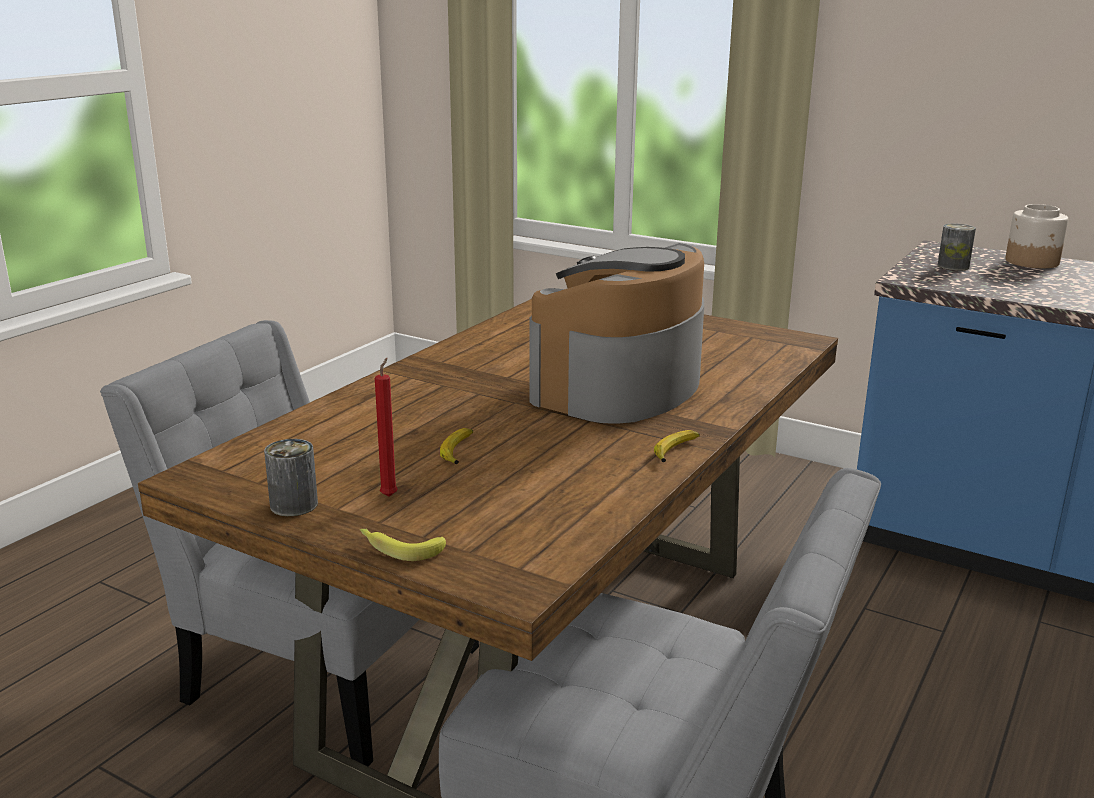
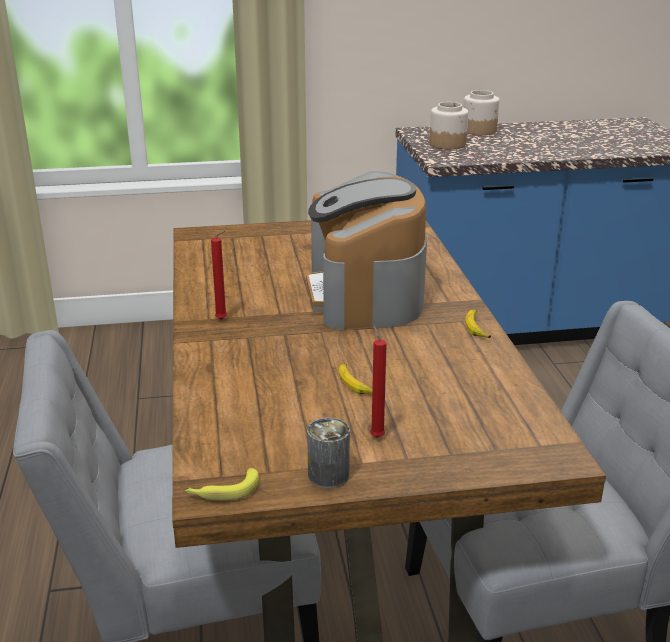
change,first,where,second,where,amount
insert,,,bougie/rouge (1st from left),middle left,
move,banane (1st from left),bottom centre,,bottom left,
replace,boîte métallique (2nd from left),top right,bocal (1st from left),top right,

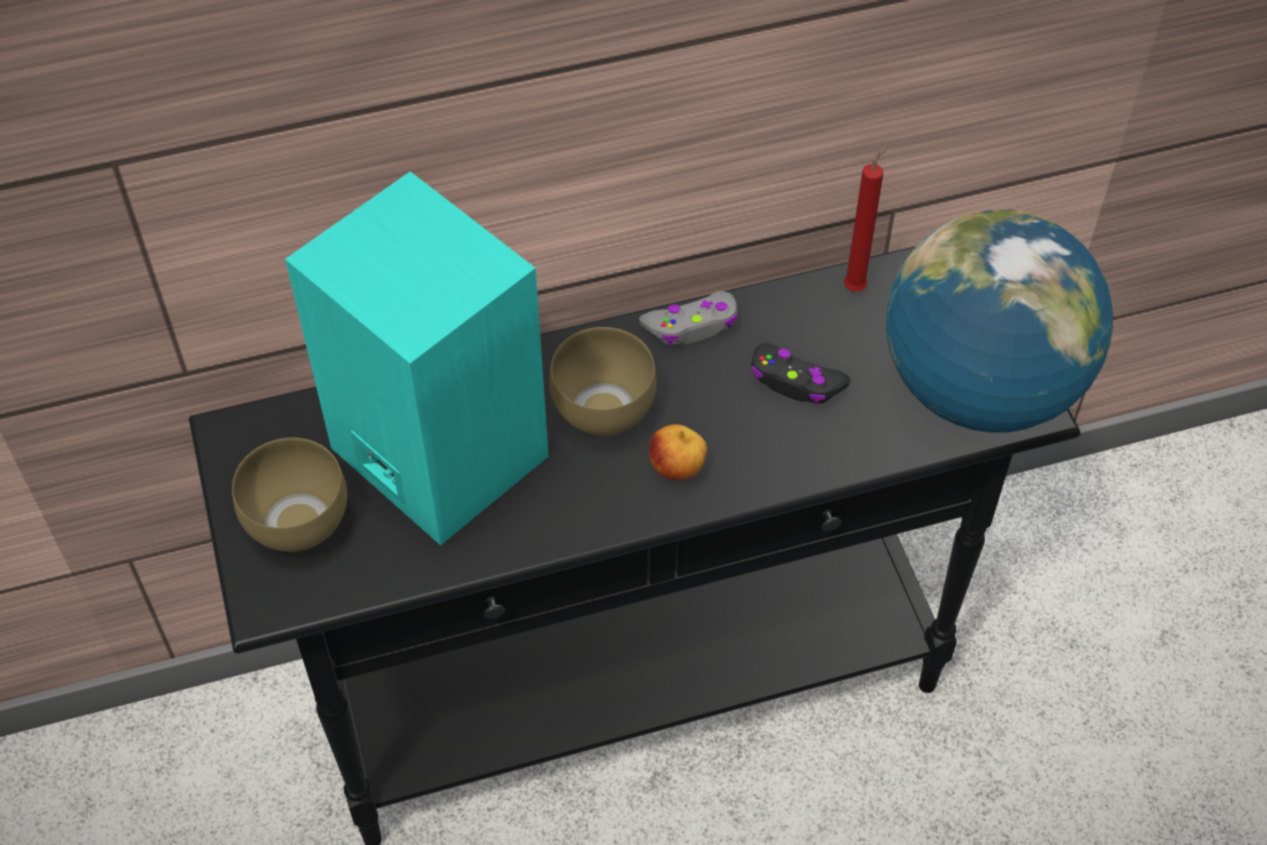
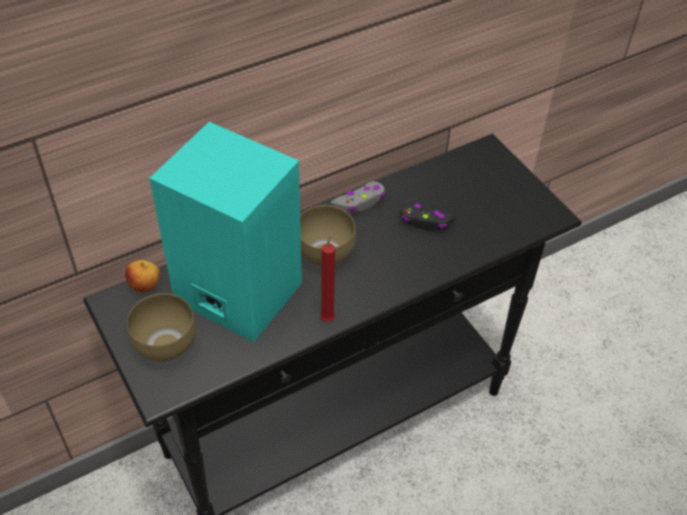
change,first,where,second,where,amount
delete,globe,middle right,,,
move,pomme,centre,,middle left,
move,bougie/rouge,top right,,centre,

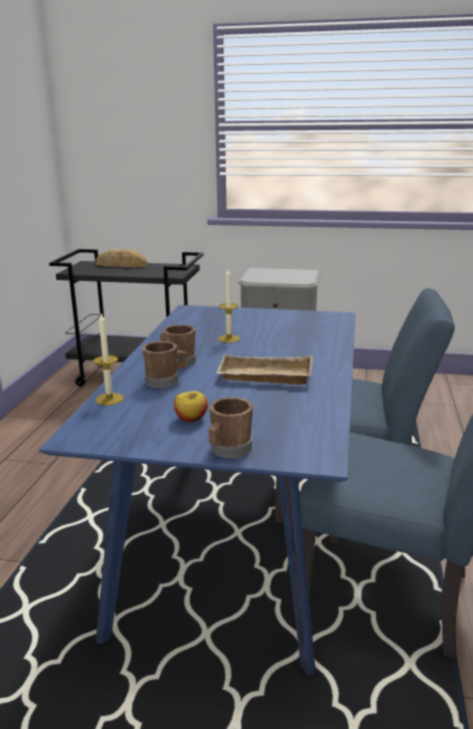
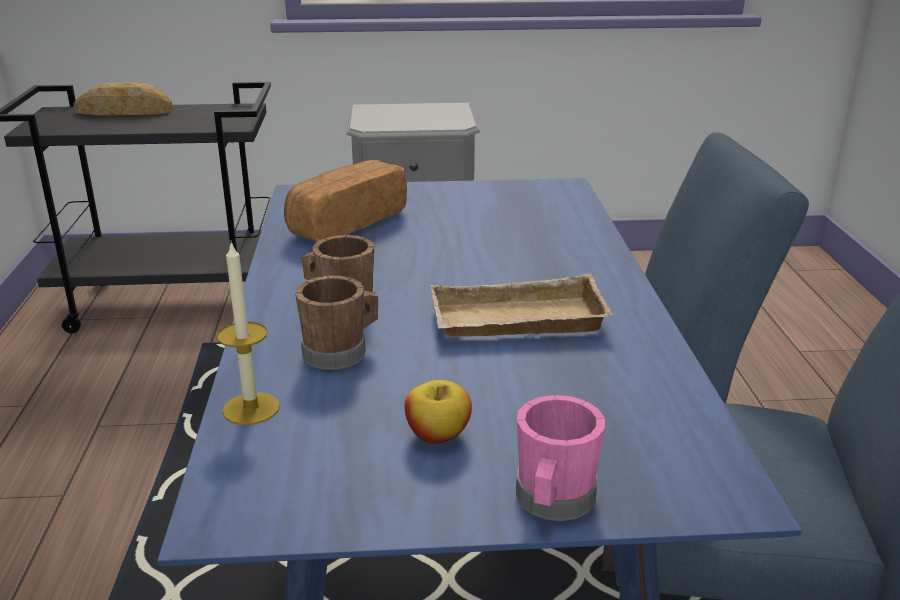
change,first,where,second,where,amount
delete,bougie (2nd from left),centre,,,
insert,,,pain (2nd from left),centre,
recolor,mug/marron (3rd from left),centre,mug/rose,bottom centre,

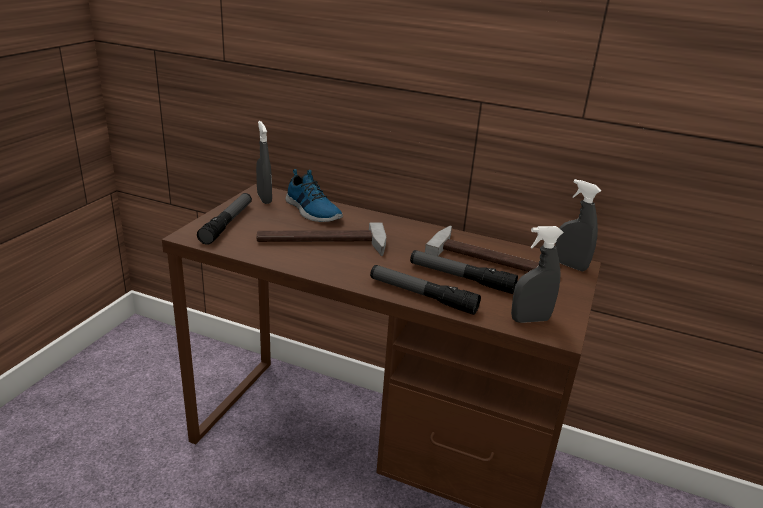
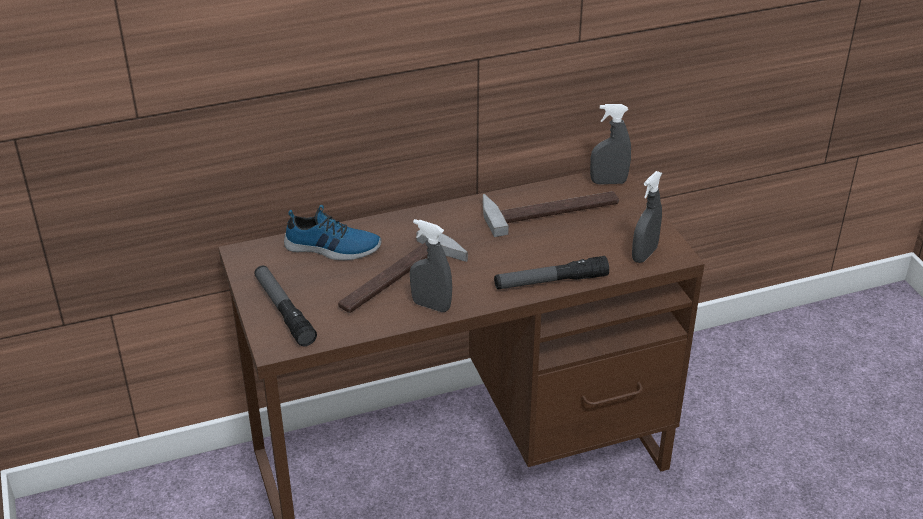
change,first,where,second,where,amount
delete,lampe de poche (3rd from left),centre,,,
move,vaporisateur/gris (1st from left),top centre,,centre,

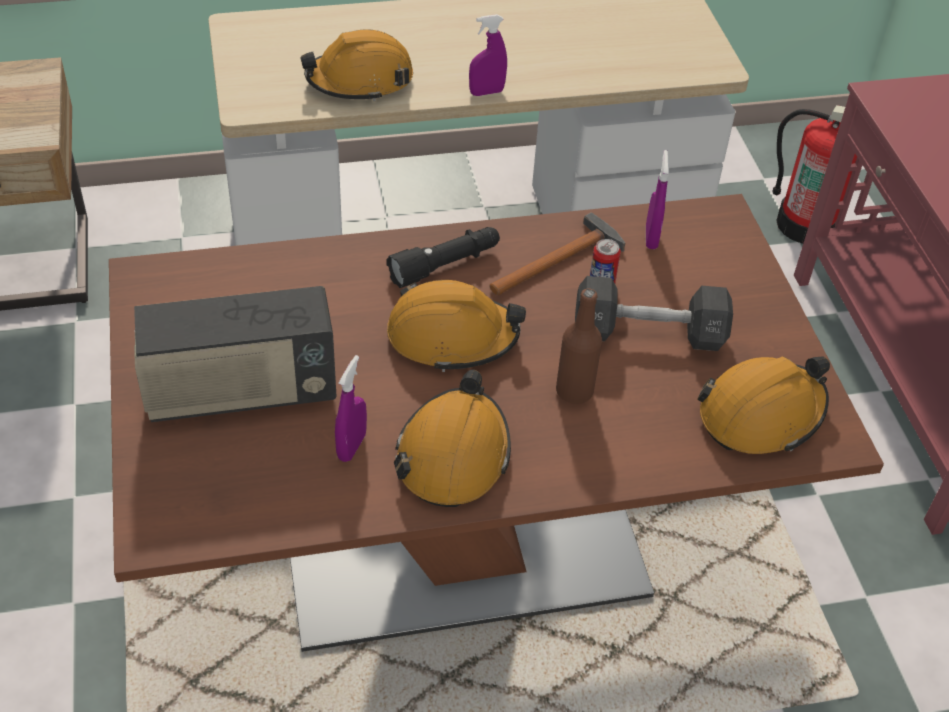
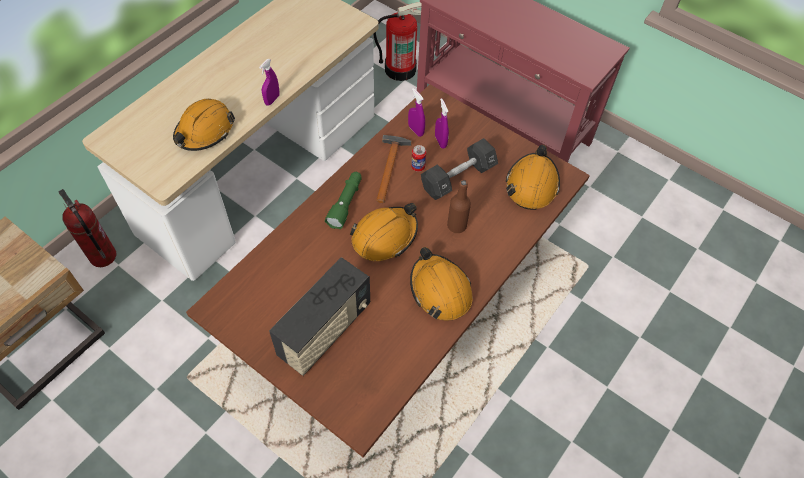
change,first,where,second,where,amount
insert,,,extincteur (1st from left),middle left,
move,vaporisateur/violet (1st from left in the first image),centre,vaporisateur/violet (3rd from left),top centre,
recolor,lampe de poche/noir,centre,lampe de poche/vert,centre,

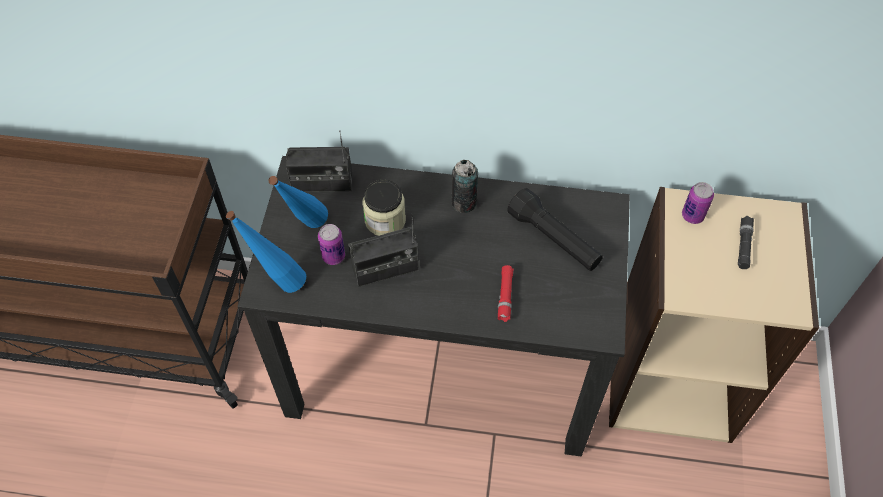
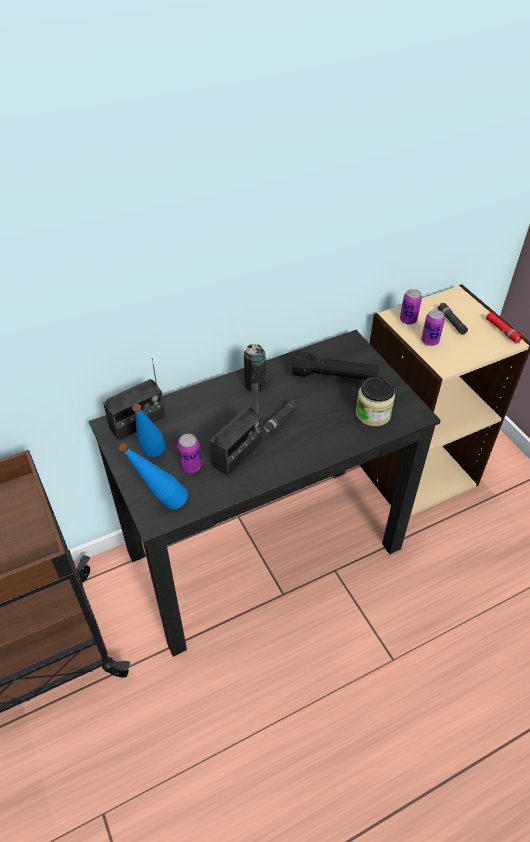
change,first,where,second,where,amount
insert,,,lampe de poche/noir (1st from left),centre,
insert,,,boîte métallique (4th from left),middle right,
move,bocal,centre,,middle right,
move,lampe de poche/rouge,centre,,middle right,

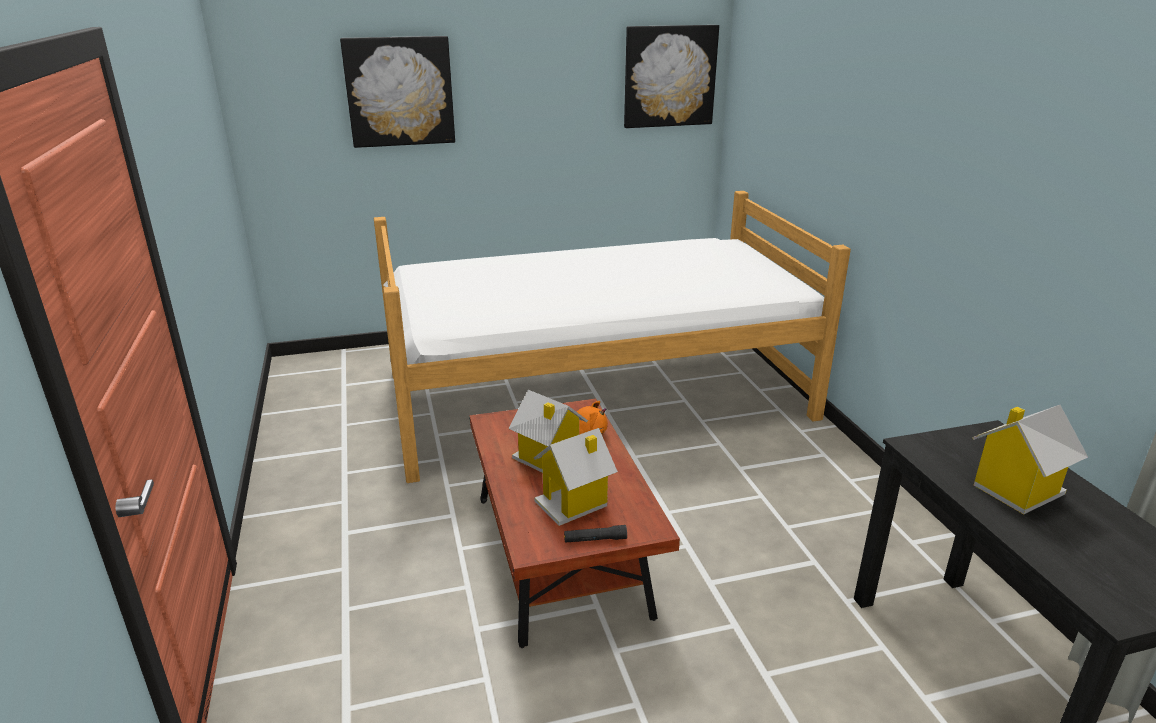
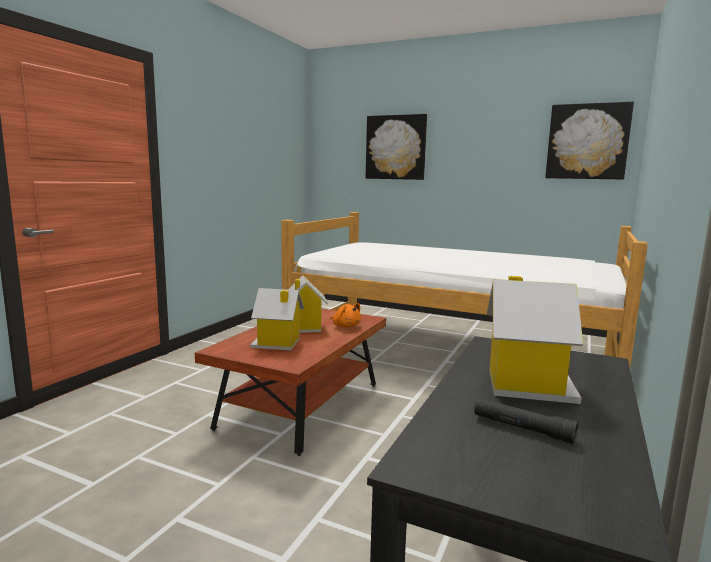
change,first,where,second,where,amount
move,lampe de poche/noir,bottom centre,,bottom right,

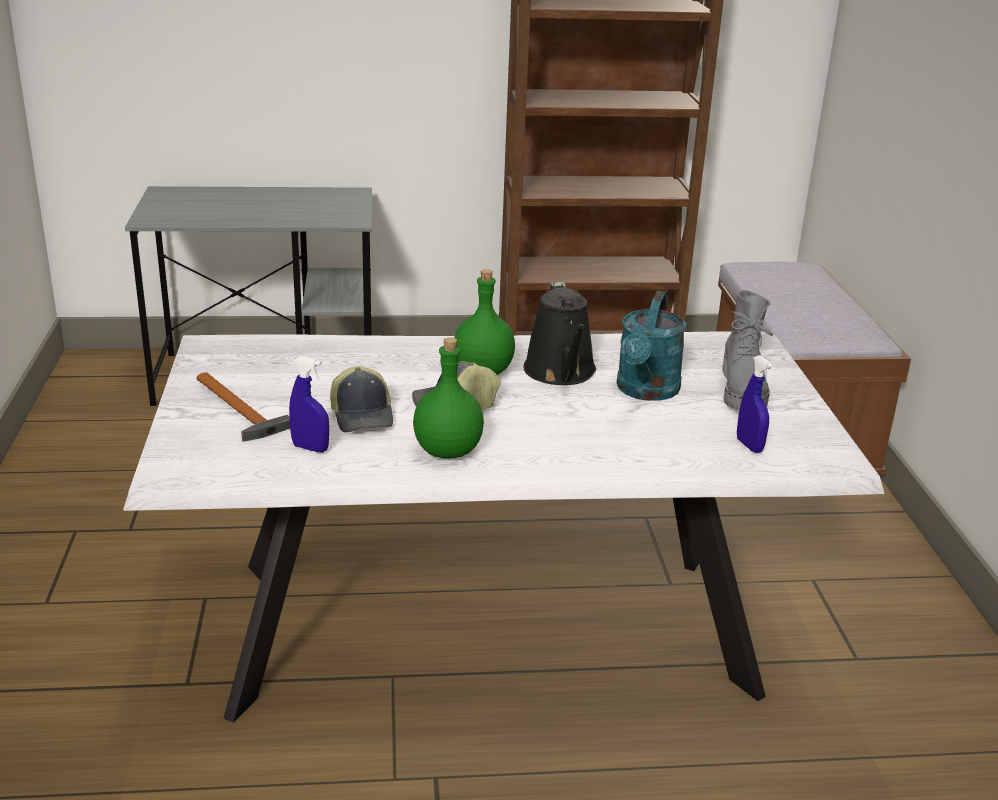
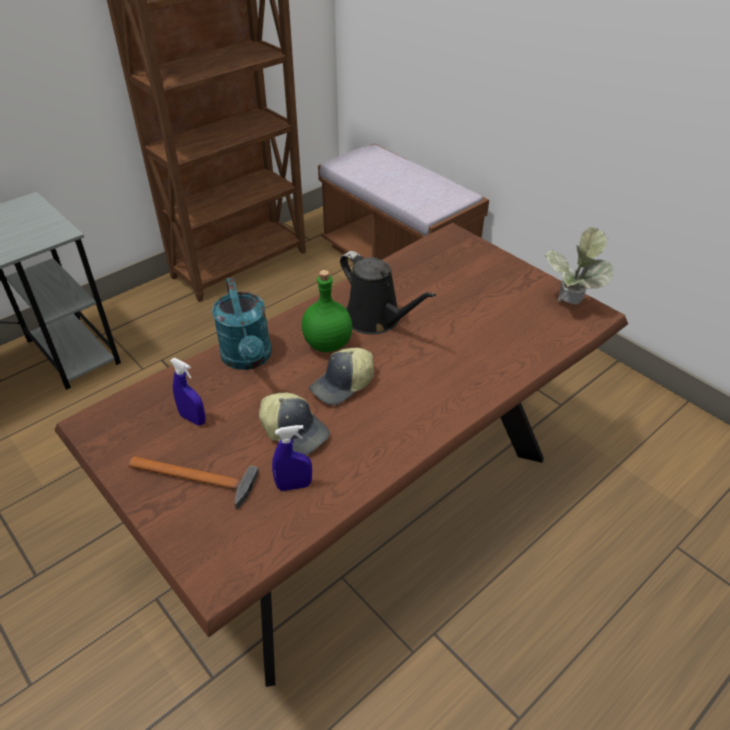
change,first,where,second,where,amount
delete,bouteille/vert (1st from left),centre,,,
delete,botte/gris,middle right,,,
insert,,,plante en pot,middle right,
move,arrosoir/turquoise,centre,,middle left,
move,vaporisateur/bleu (2nd from left in the first image),middle right,vaporisateur/bleu (1st from left),middle left,
recolor,table à manger/blanc,centre,table à manger/marron,centre,

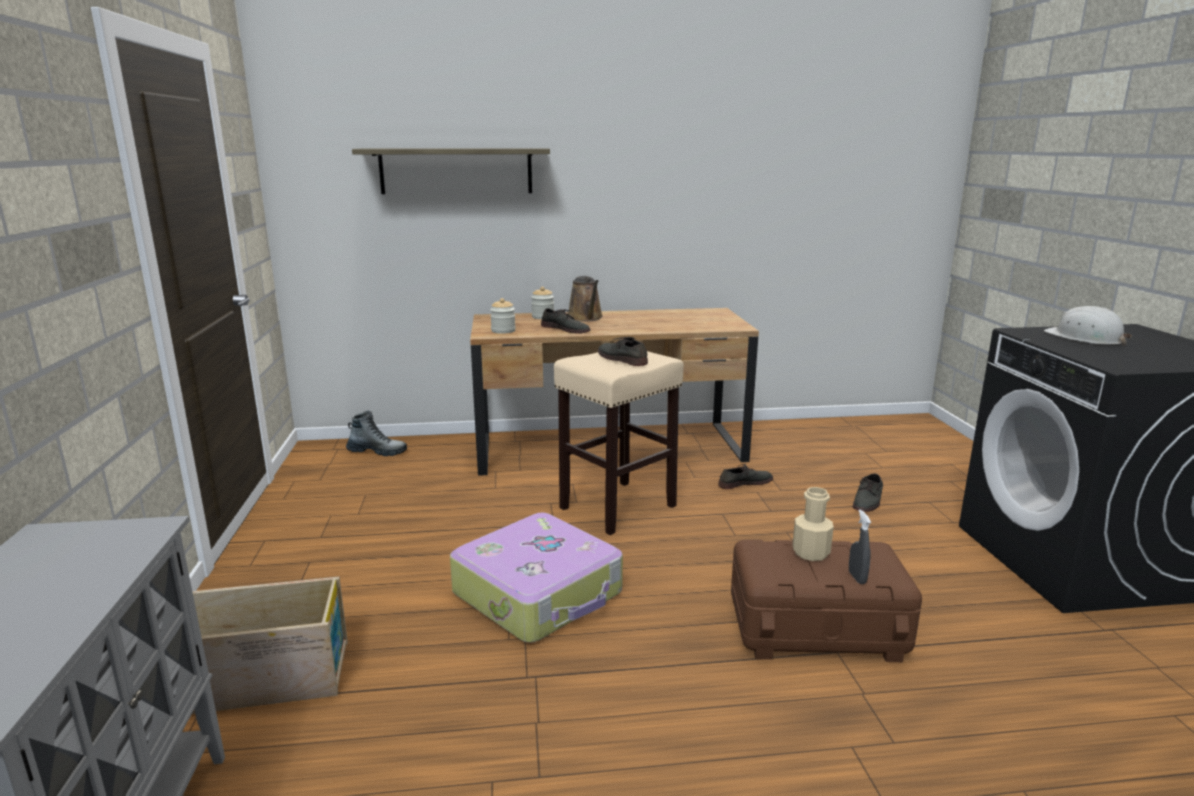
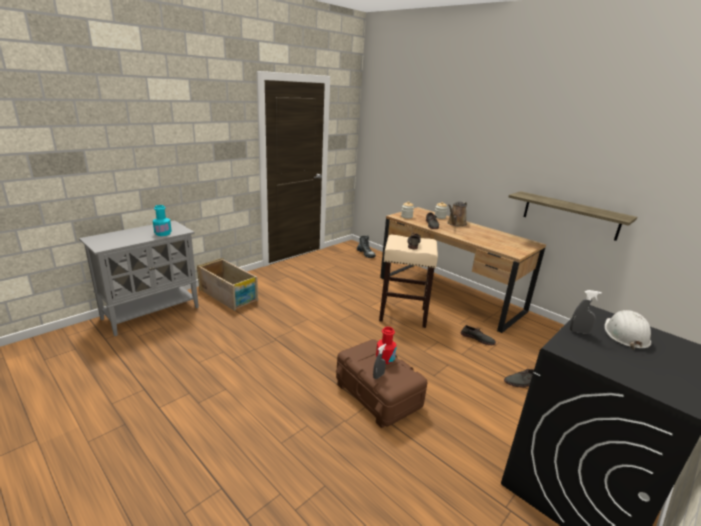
change,first,where,second,where,amount
delete,valise,bottom centre,,,
insert,,,bouteille/turquoise,middle left,
insert,,,vaporisateur/gris (2nd from left),middle right,
move,étagère,top centre,,middle right,
recolor,bouteille/beige,middle right,bouteille/rouge,centre,

